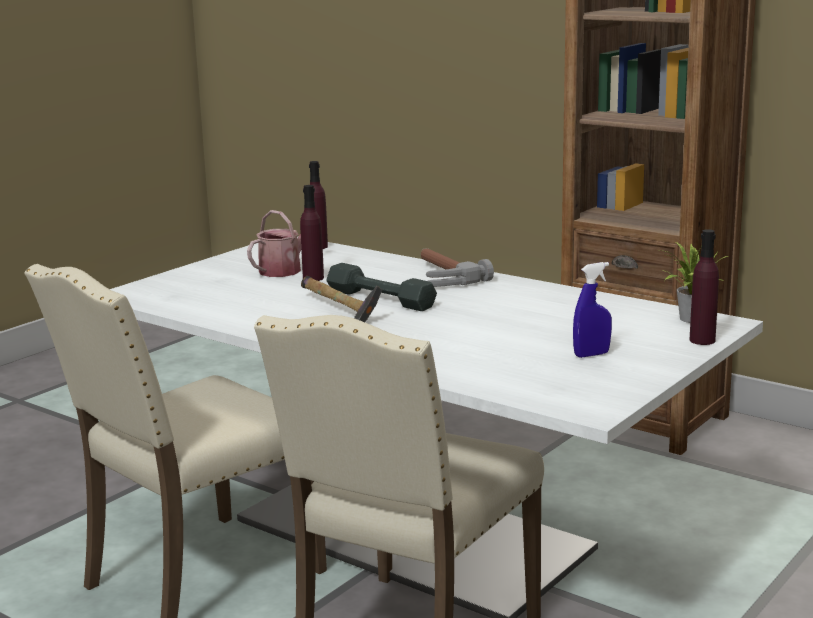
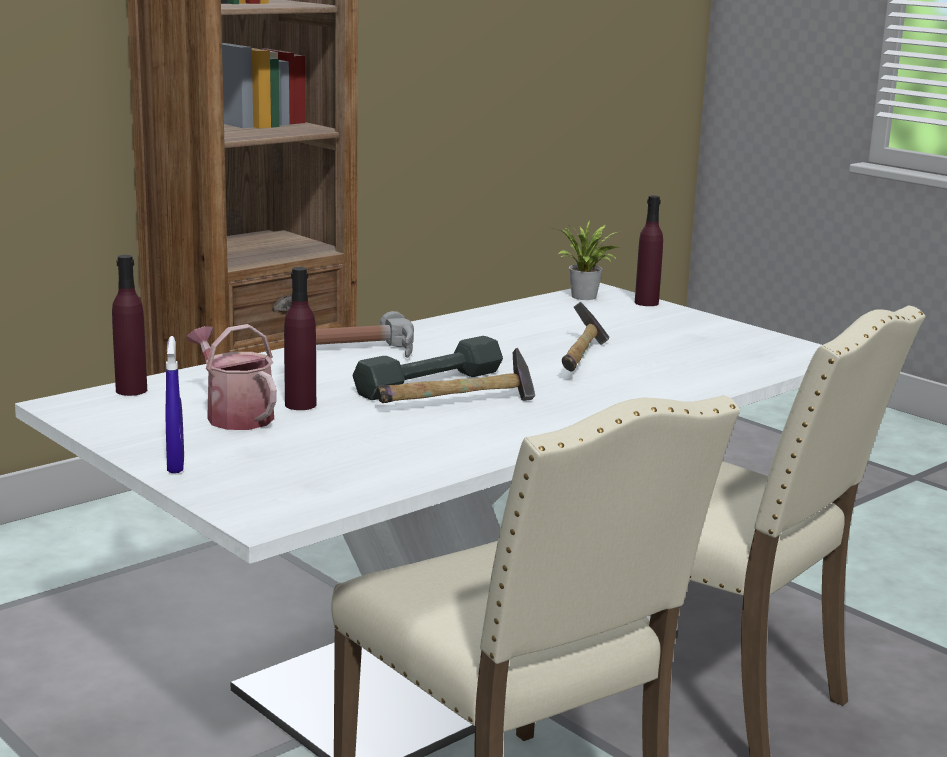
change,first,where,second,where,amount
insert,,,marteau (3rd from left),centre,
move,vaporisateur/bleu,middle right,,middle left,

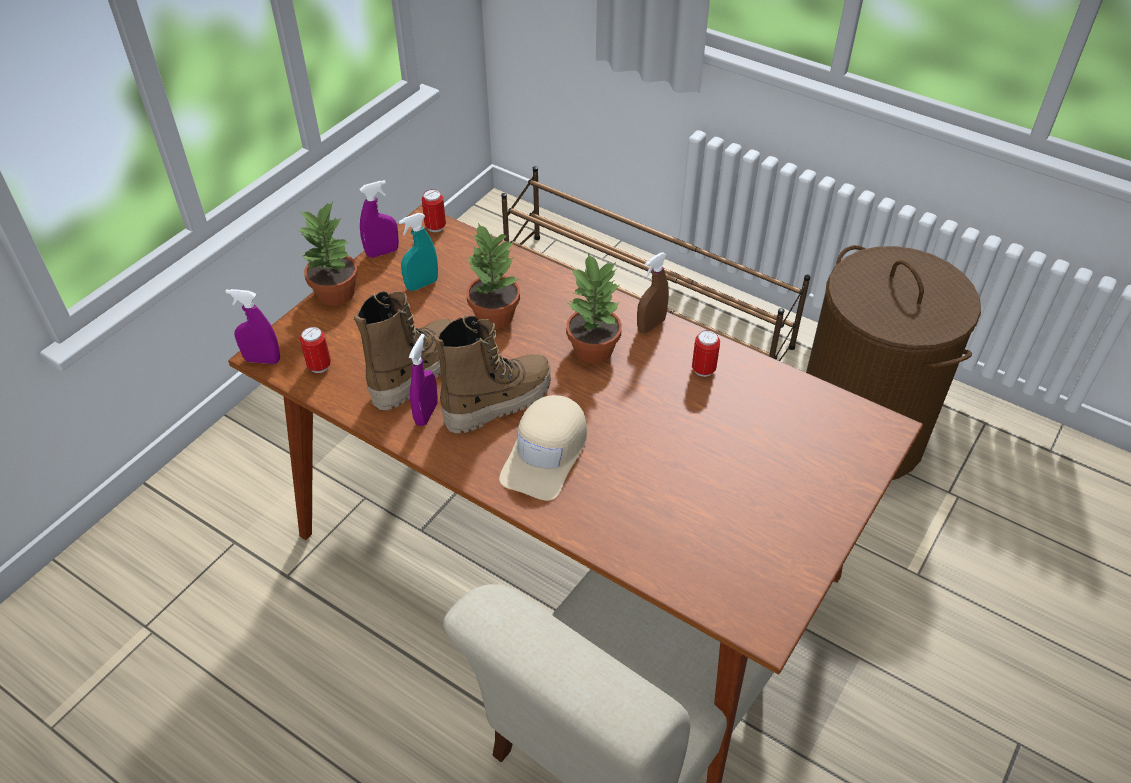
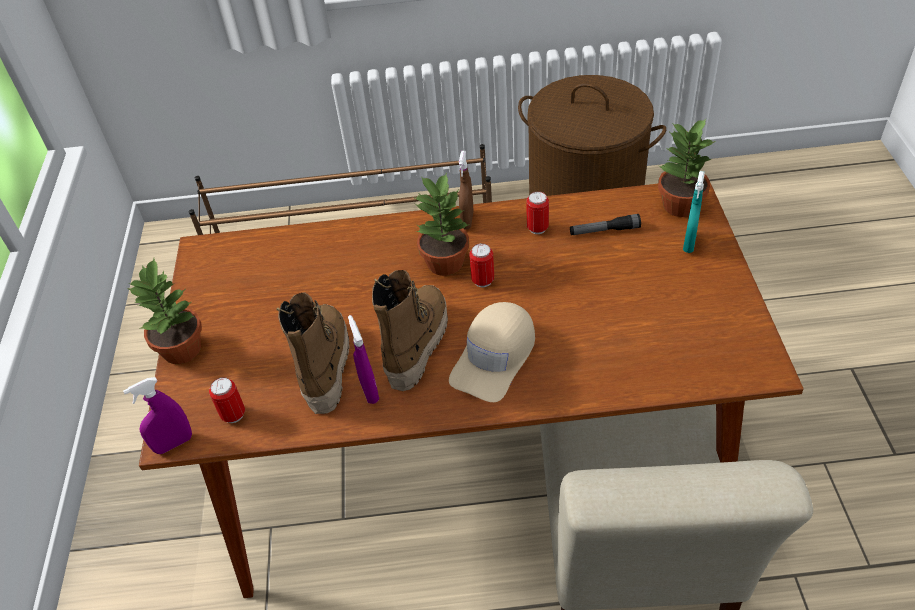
change,first,where,second,where,amount
delete,vaporisateur/violet (2nd from left),top centre,,,
insert,,,lampe de poche,centre,
move,vaporisateur/turquoise,top centre,,middle right,
move,boîte métallique (2nd from left),top centre,,centre,
move,plante en pot (2nd from left in the first image),centre,plante en pot (3rd from left),top right,
rotate,casquette/beige,centre,,centre,45 degrees clockwise

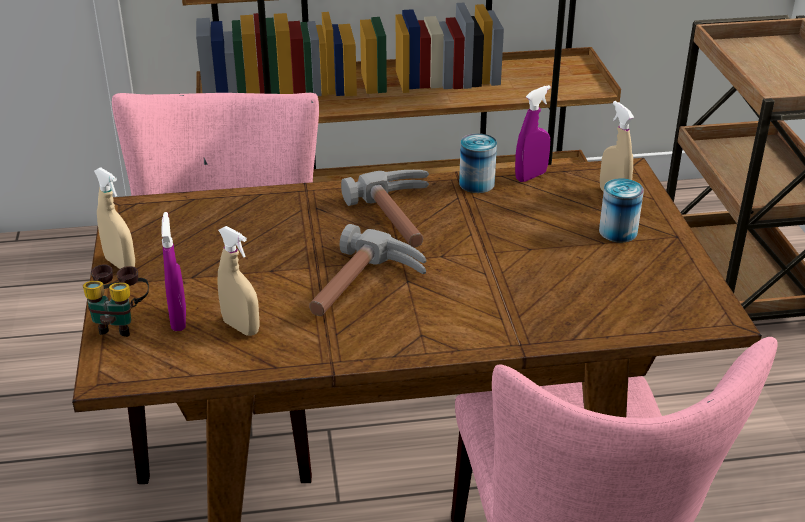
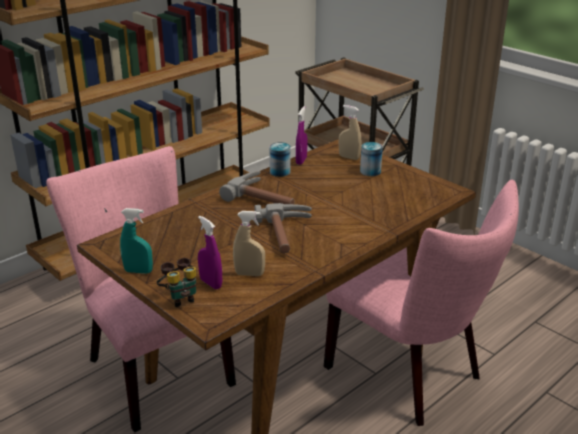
change,first,where,second,where,amount
recolor,vaporisateur/beige (1st from left),middle left,vaporisateur/turquoise,middle left,

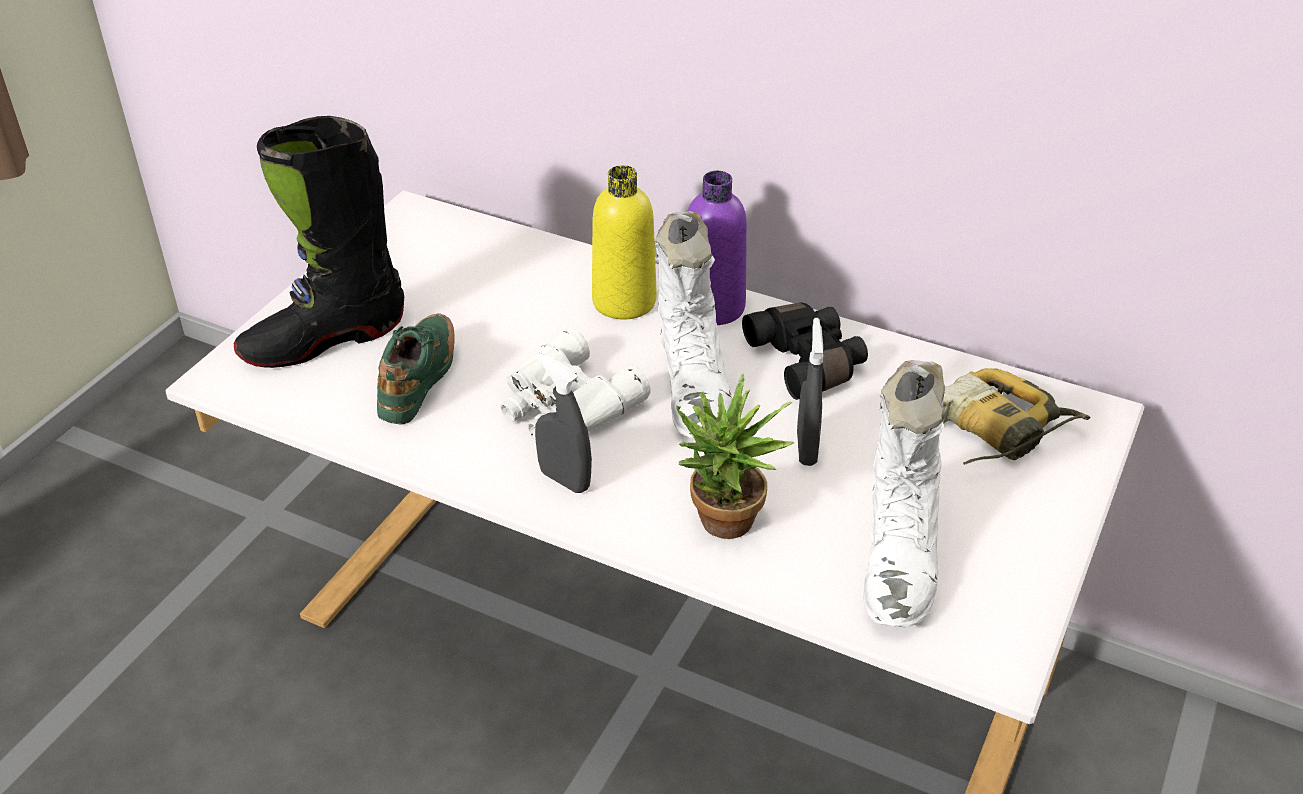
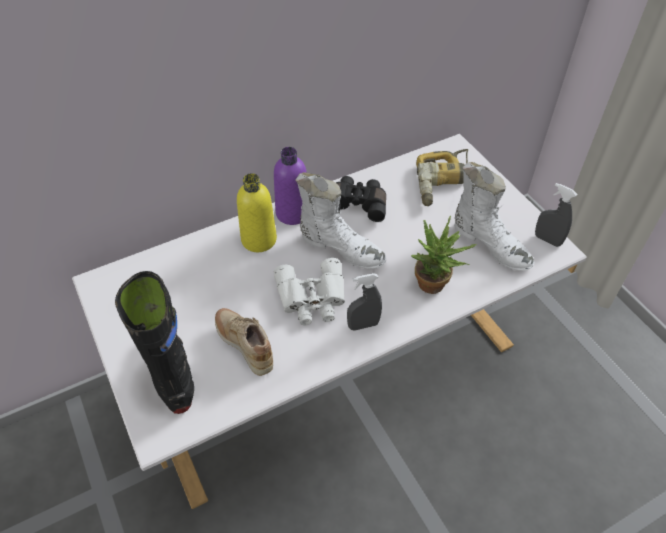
change,first,where,second,where,amount
move,vaporisateur/gris (2nd from left),centre,,middle right,
recolor,chaussure/vert,middle left,chaussure/beige,centre,
rotate,botte/noir,top left,,middle left,150 degrees clockwise

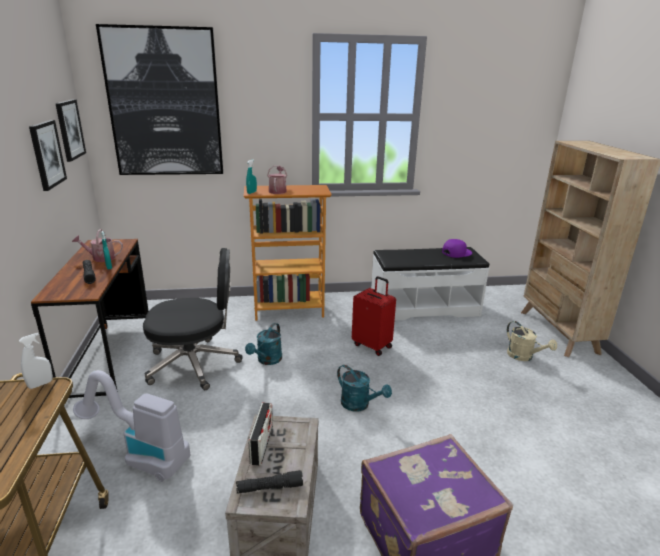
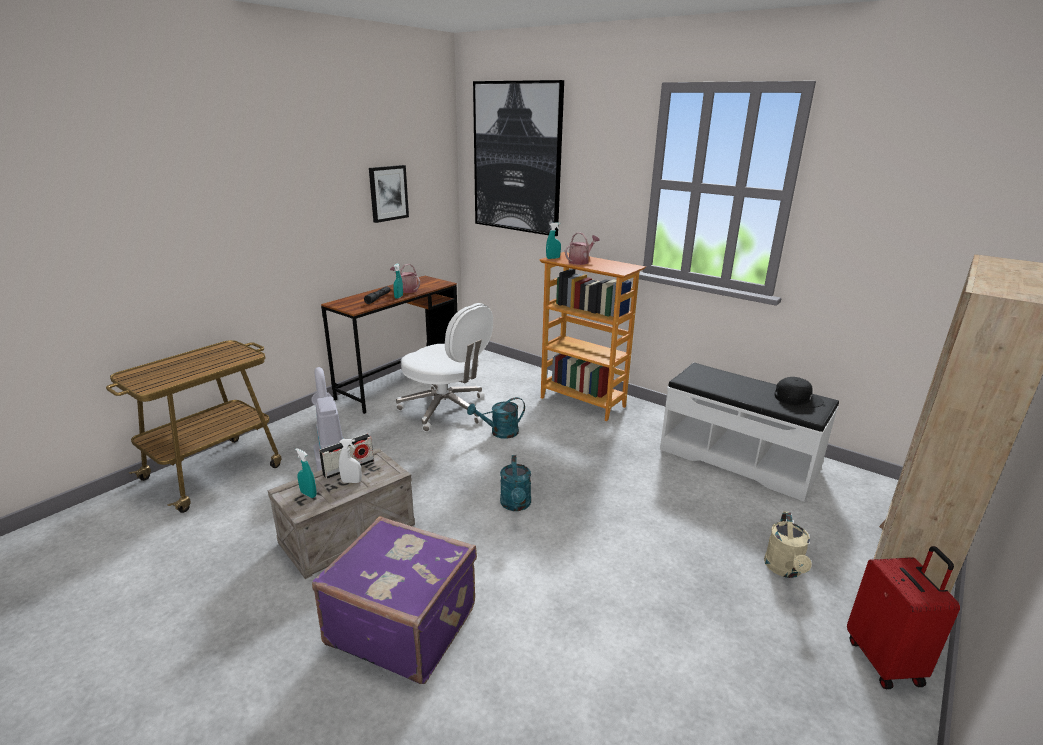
change,first,where,second,where,amount
delete,tableau (2nd from left),top left,,,
move,vaporisateur/blanc,middle left,,centre,
move,valise/rouge,centre,,bottom right,
replace,lampe de poche/noir (2nd from left),bottom centre,vaporisateur/turquoise (1st from left),middle left,
recolor,chaise de bureau/noir,middle left,chaise de bureau/blanc,centre,
recolor,casquette/violet,middle right,casquette/noir,middle right,

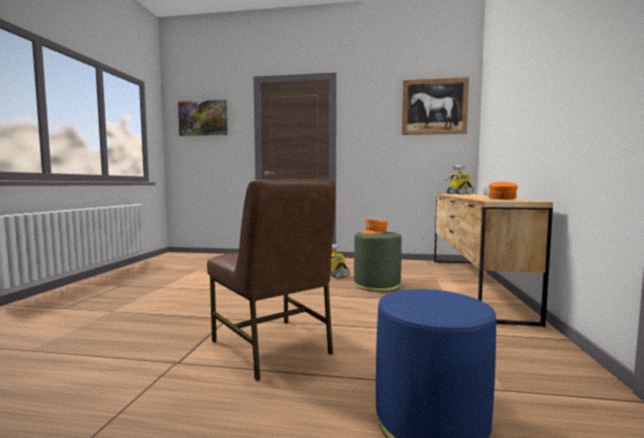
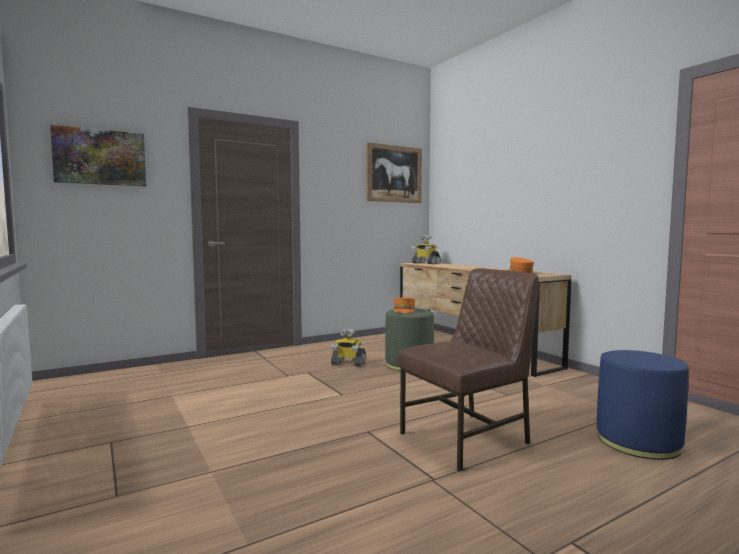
change,first,where,second,where,amount
rotate,chaise/marron,centre,,bottom centre,45 degrees counterclockwise

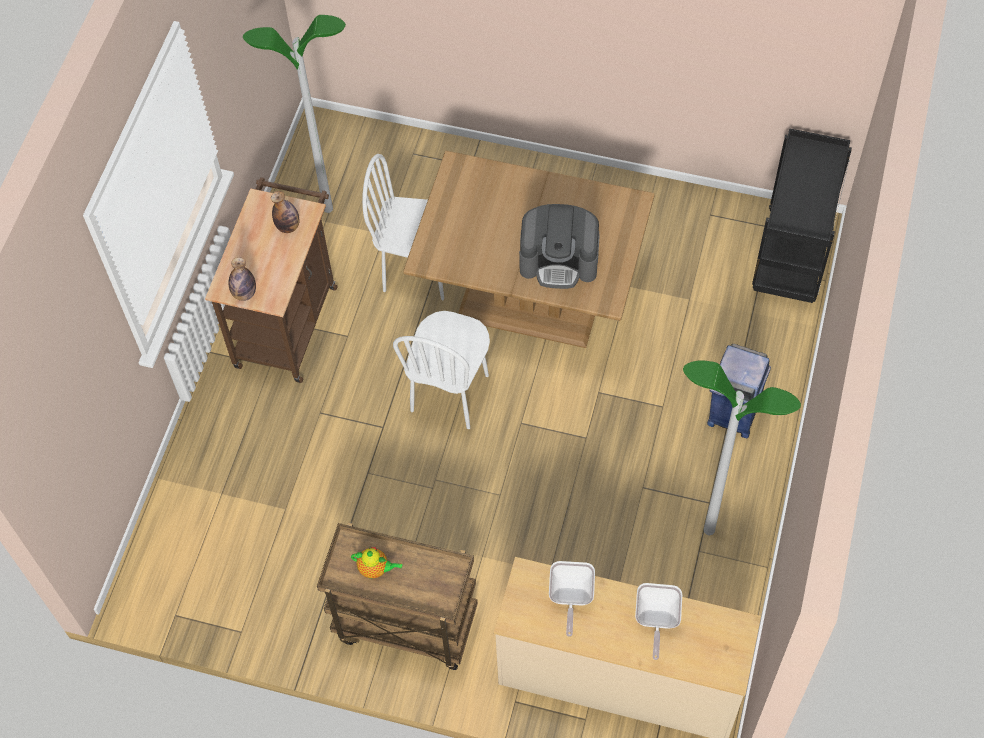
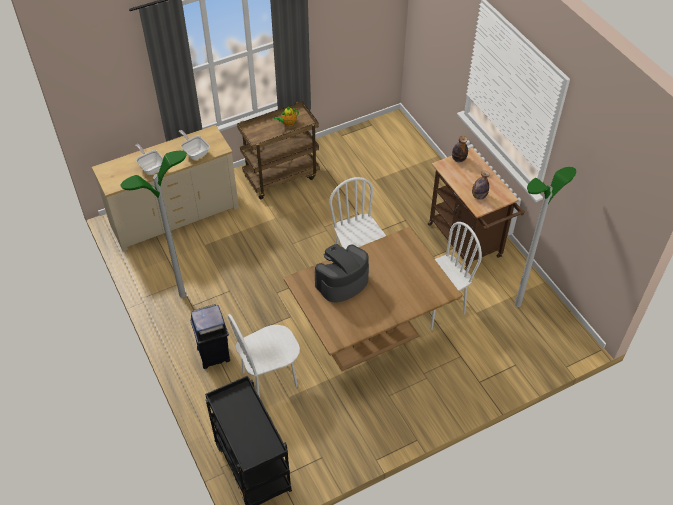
change,first,where,second,where,amount
insert,,,chaise/blanc (1st from left),bottom centre,

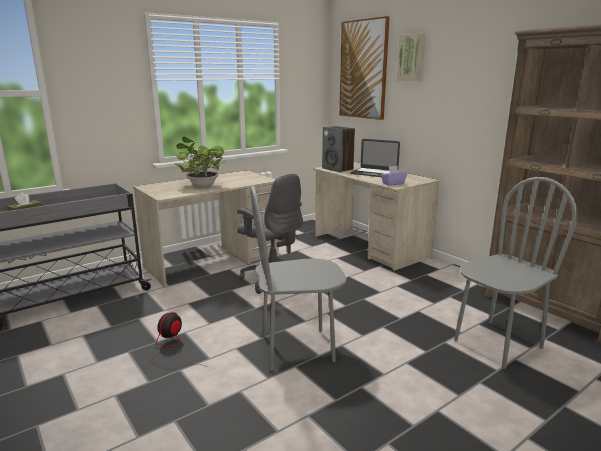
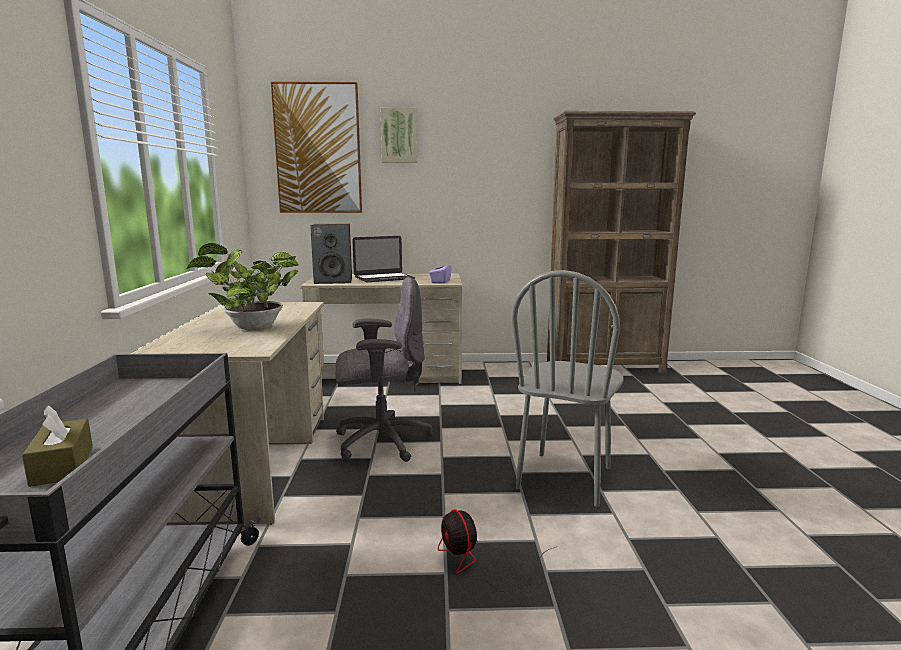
change,first,where,second,where,amount
delete,chaise/gris (2nd from left),middle right,,,

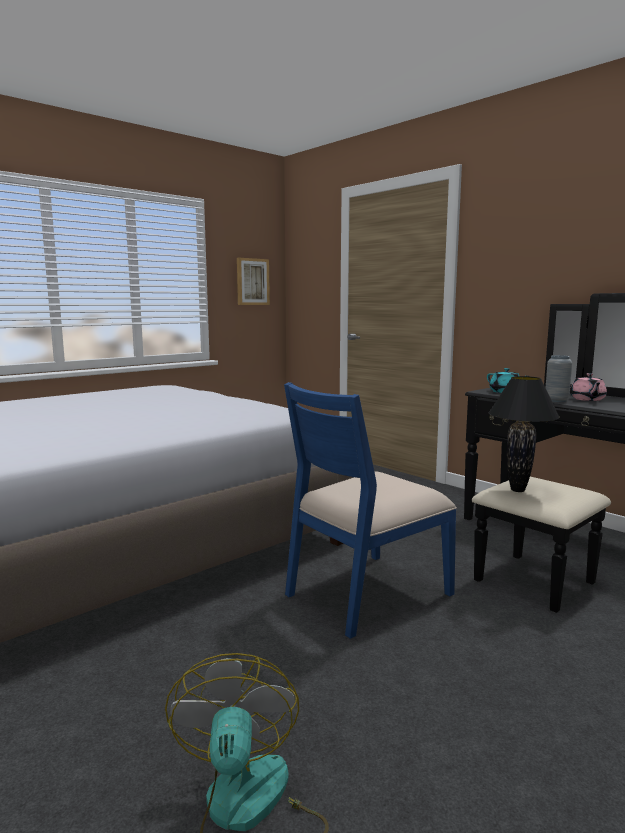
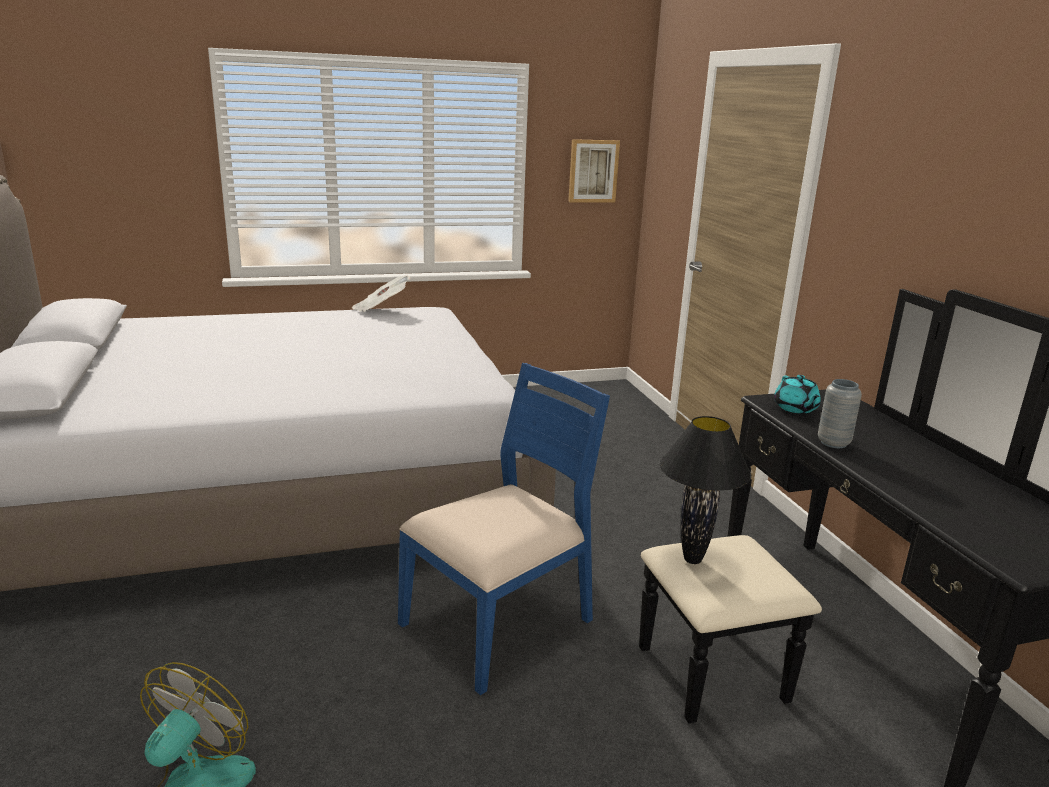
change,first,where,second,where,amount
delete,théière/rose,middle right,,,
insert,,,journal,centre,
rotate,chaise/bleu,centre,,bottom centre,150 degrees clockwise

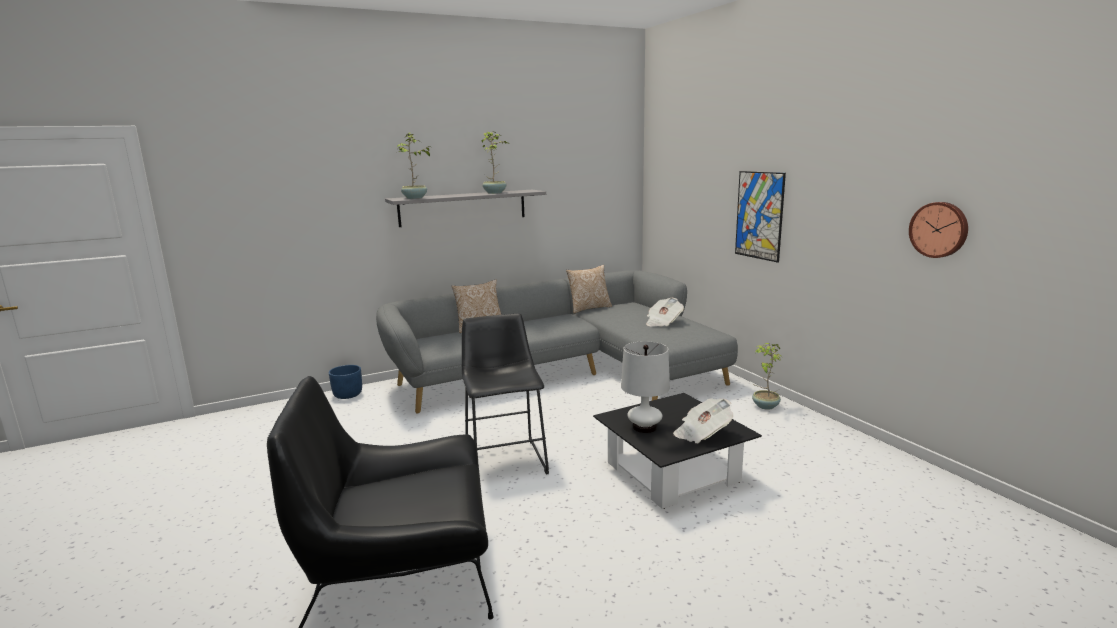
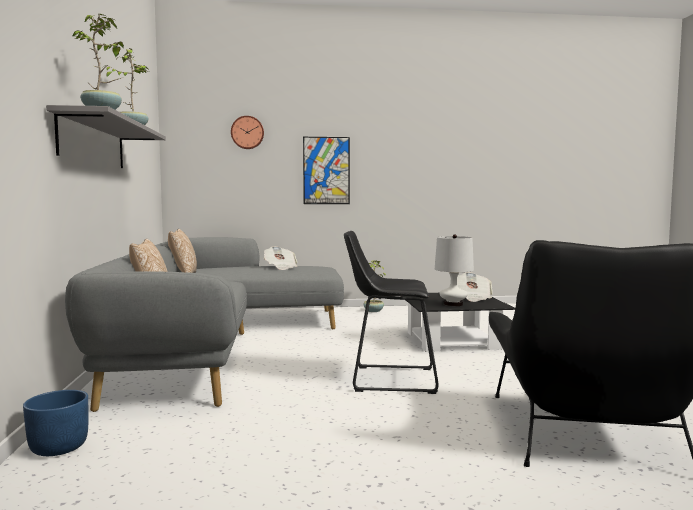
change,first,where,second,where,amount
move,horloge murale,middle right,,top centre,

